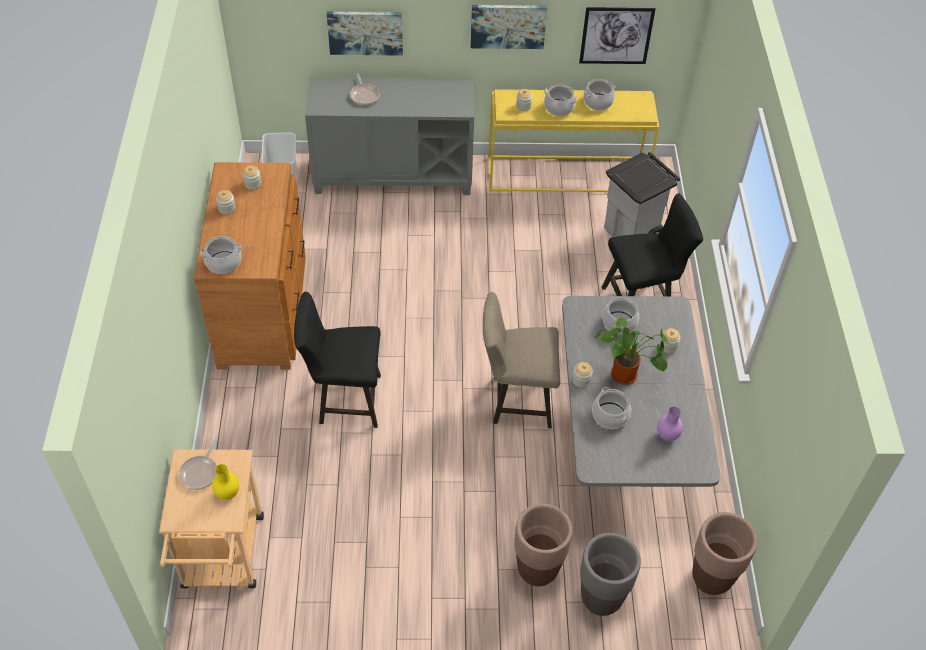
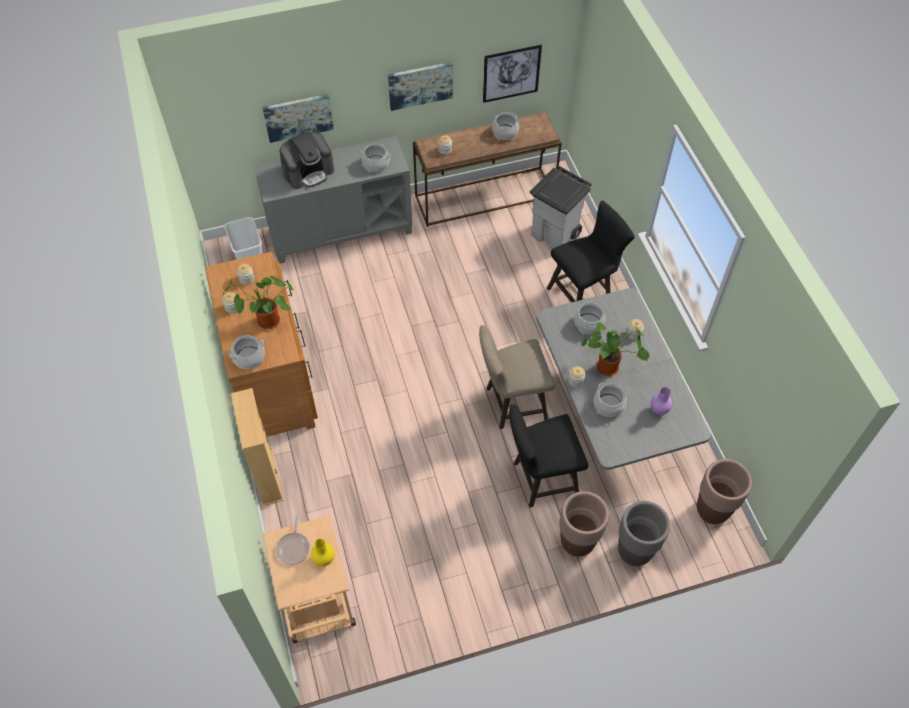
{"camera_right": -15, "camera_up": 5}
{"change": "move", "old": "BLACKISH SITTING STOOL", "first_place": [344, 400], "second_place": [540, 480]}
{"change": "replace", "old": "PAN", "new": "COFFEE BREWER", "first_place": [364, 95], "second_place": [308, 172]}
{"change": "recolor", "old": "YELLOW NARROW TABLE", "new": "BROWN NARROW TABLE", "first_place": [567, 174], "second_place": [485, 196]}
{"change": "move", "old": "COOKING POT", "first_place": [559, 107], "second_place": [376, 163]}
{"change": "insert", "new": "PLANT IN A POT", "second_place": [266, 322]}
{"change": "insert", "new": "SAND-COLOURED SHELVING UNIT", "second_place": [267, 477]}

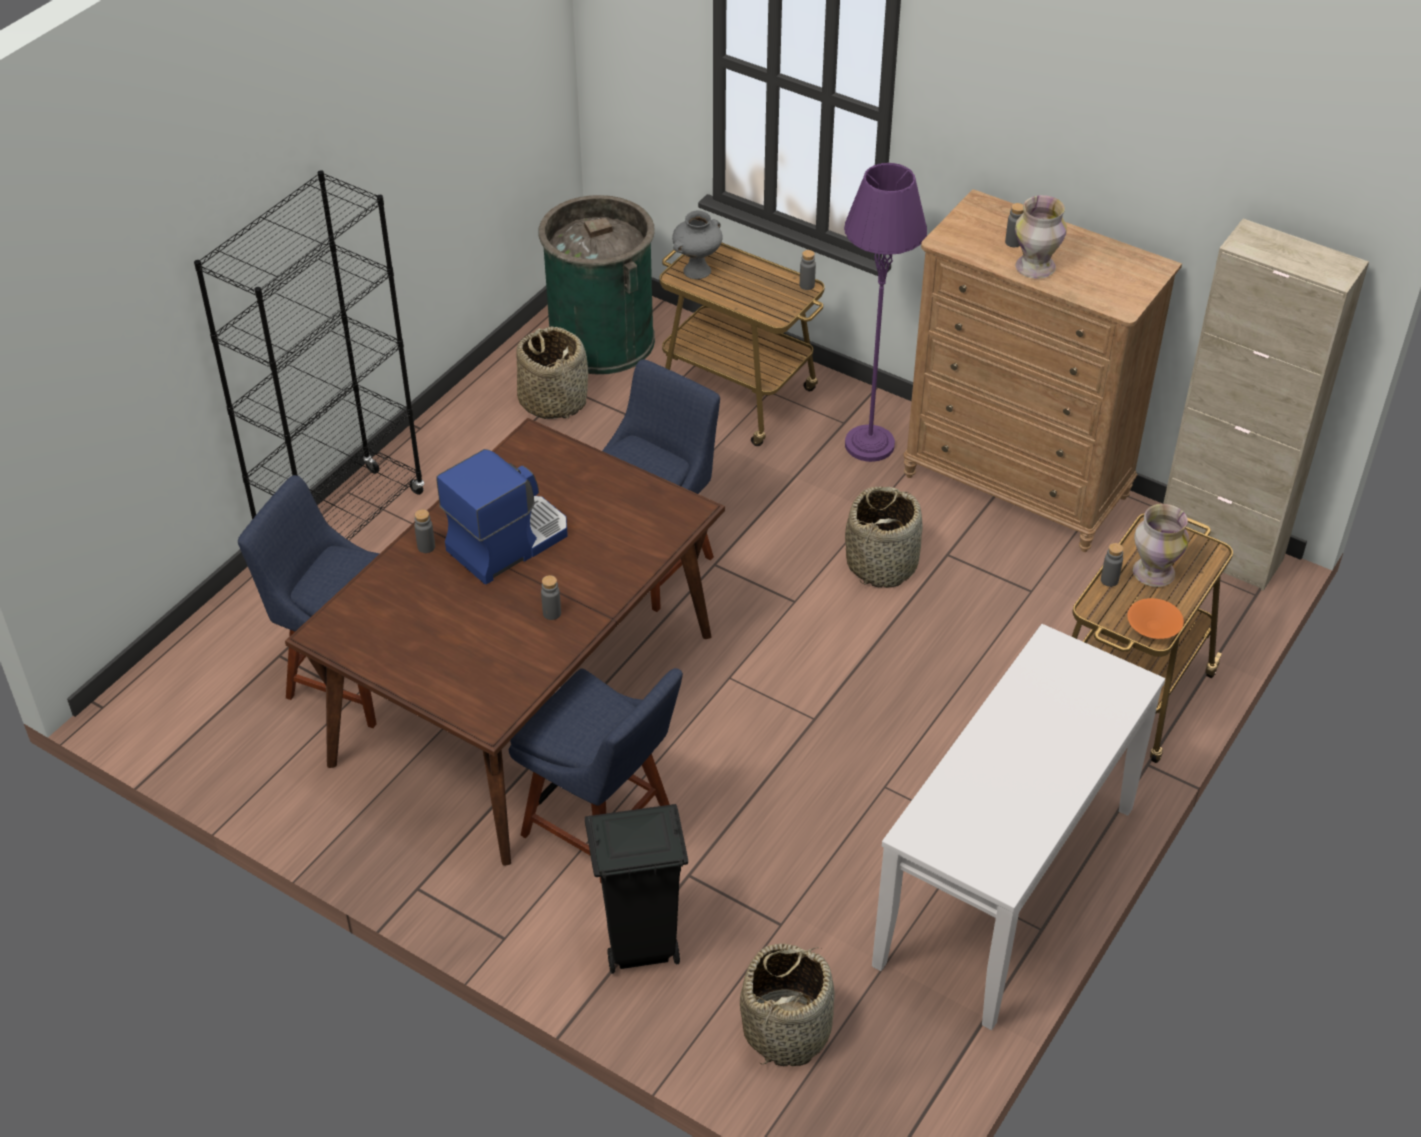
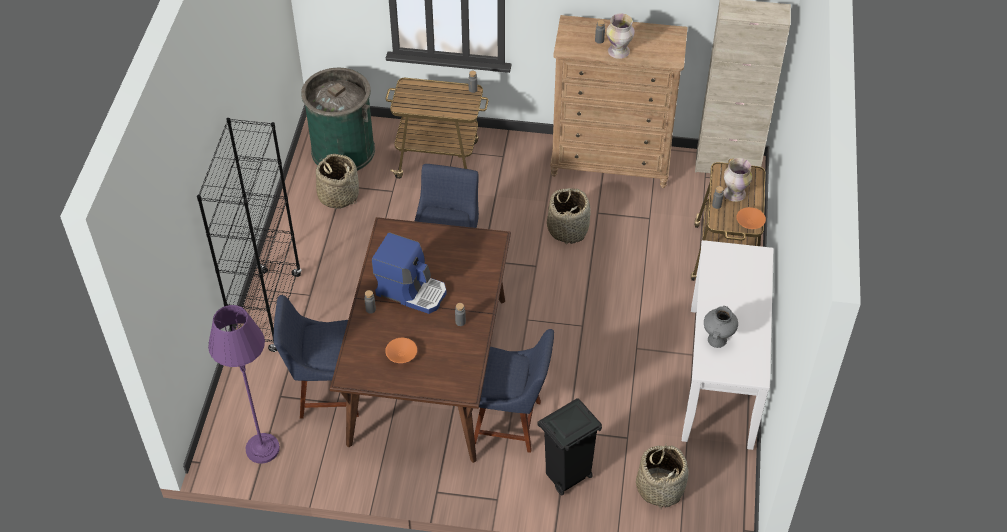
{"camera_right": -25, "camera_up": 5}
{"change": "rotate", "old": "COFFEE BREWER", "first_place": [507, 541], "second_place": [411, 291], "degrees": 90}
{"change": "move", "old": "GRAY VASE", "first_place": [697, 271], "second_place": [717, 340]}
{"change": "move", "old": "PURPLE-COLOURED STANDING LAMP", "first_place": [869, 444], "second_place": [262, 449]}
{"change": "insert", "new": "ORANGE BOWL", "second_place": [401, 354]}

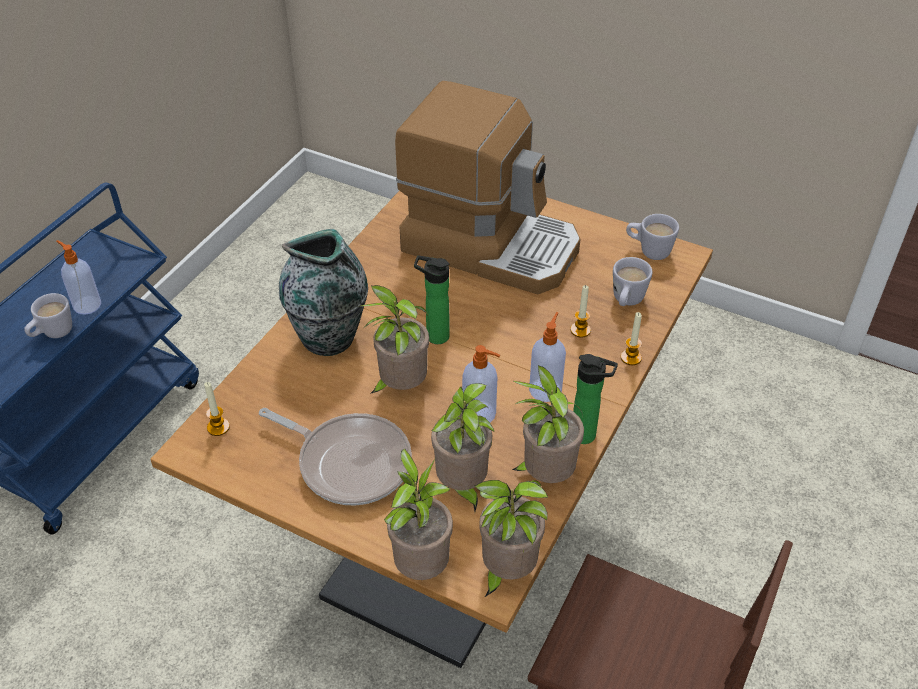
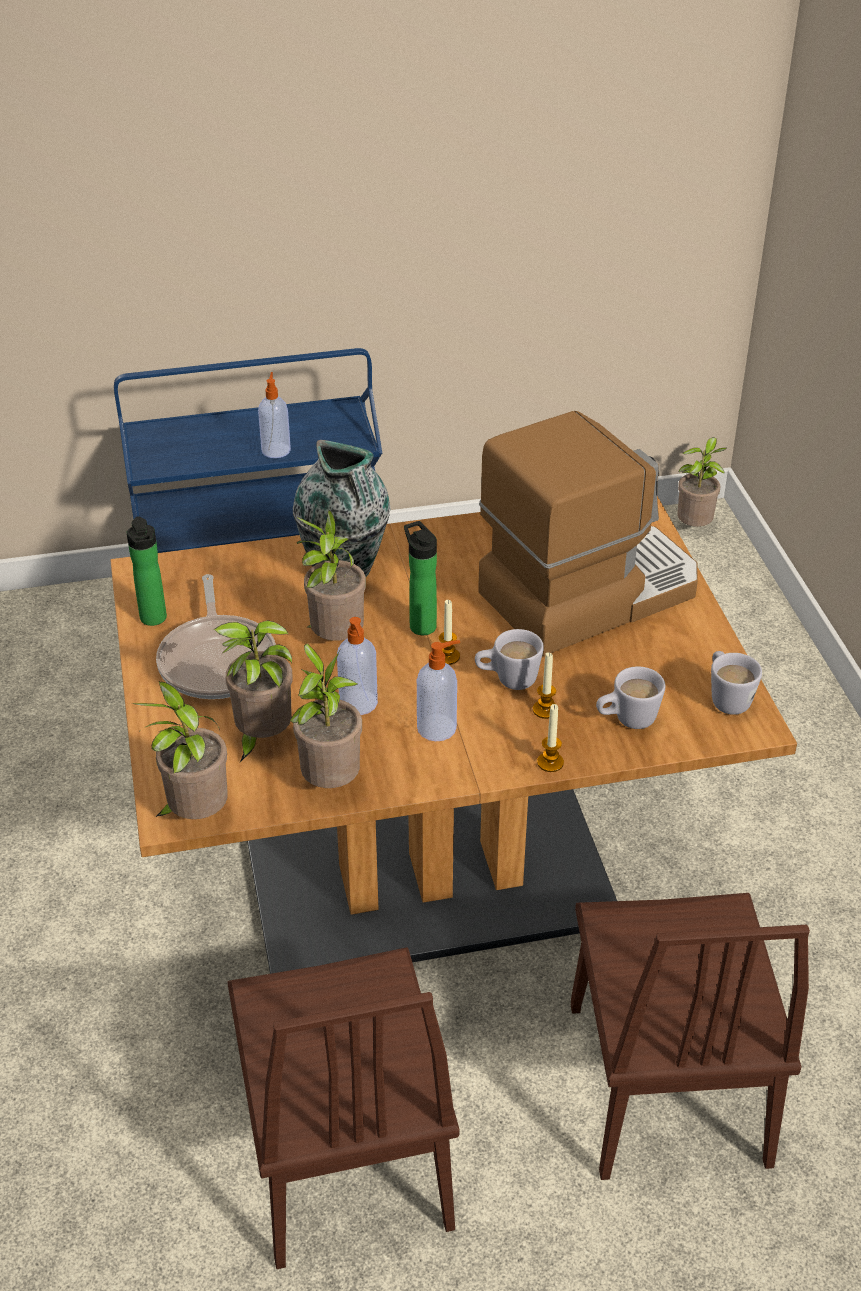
{"camera_right": 50, "camera_up": -5}
{"change": "move", "old": "WHITE MUG", "first_place": [53, 334], "second_place": [507, 680]}
{"change": "move", "old": "WAX LIGHT", "first_place": [218, 427], "second_place": [447, 657]}
{"change": "move", "old": "PLANT IN A POT", "first_place": [421, 566], "second_place": [695, 527]}
{"change": "rotate", "old": "COFFEE BREWER", "first_place": [491, 244], "second_place": [588, 592], "degrees": -105}
{"change": "move", "old": "DRINK BOTTLE", "first_place": [587, 436], "second_place": [154, 620]}
{"change": "insert", "new": "BROWN PLAIN CHAIR", "second_place": [667, 1082]}

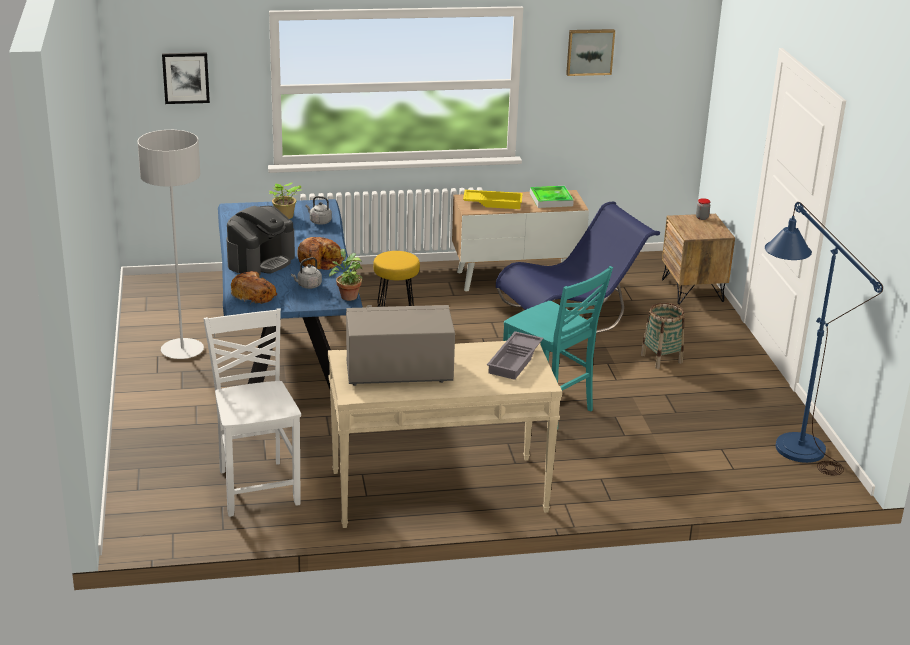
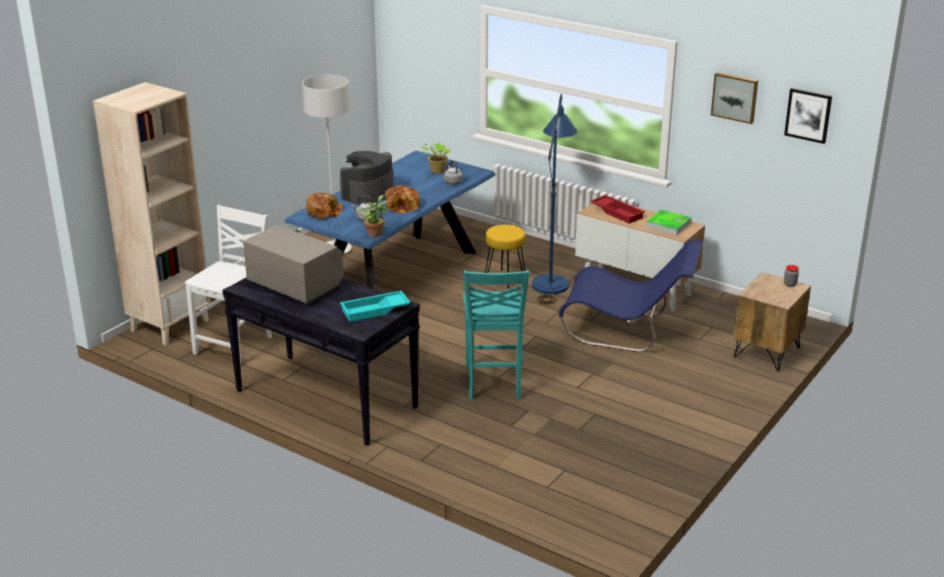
{"camera_right": 45, "camera_up": 0}
{"change": "move", "old": "PICTURE", "first_place": [186, 77], "second_place": [808, 115]}
{"change": "rotate", "old": "COFFEE BREWER", "first_place": [261, 261], "second_place": [367, 193], "degrees": 135}
{"change": "recolor", "old": "SAND-COLOURED NARROW TABLE", "new": "BLACKISH NARROW TABLE", "first_place": [438, 492], "second_place": [325, 399]}
{"change": "recolor", "old": "YELLOW TRAY", "new": "RED-COLOURED TRAY", "first_place": [493, 203], "second_place": [618, 212]}
{"change": "recolor", "old": "GRAY TRAY", "new": "TURQUOISE TRAY", "first_place": [515, 360], "second_place": [375, 310]}
{"change": "delete", "old": "STORAGE BASKET", "first_place": [661, 359]}
{"change": "move", "old": "BLUE STANDING LAMP", "first_place": [789, 442], "second_place": [551, 280]}
{"change": "insert", "new": "SAND-COLOURED SHELVING UNIT", "second_place": [170, 325]}

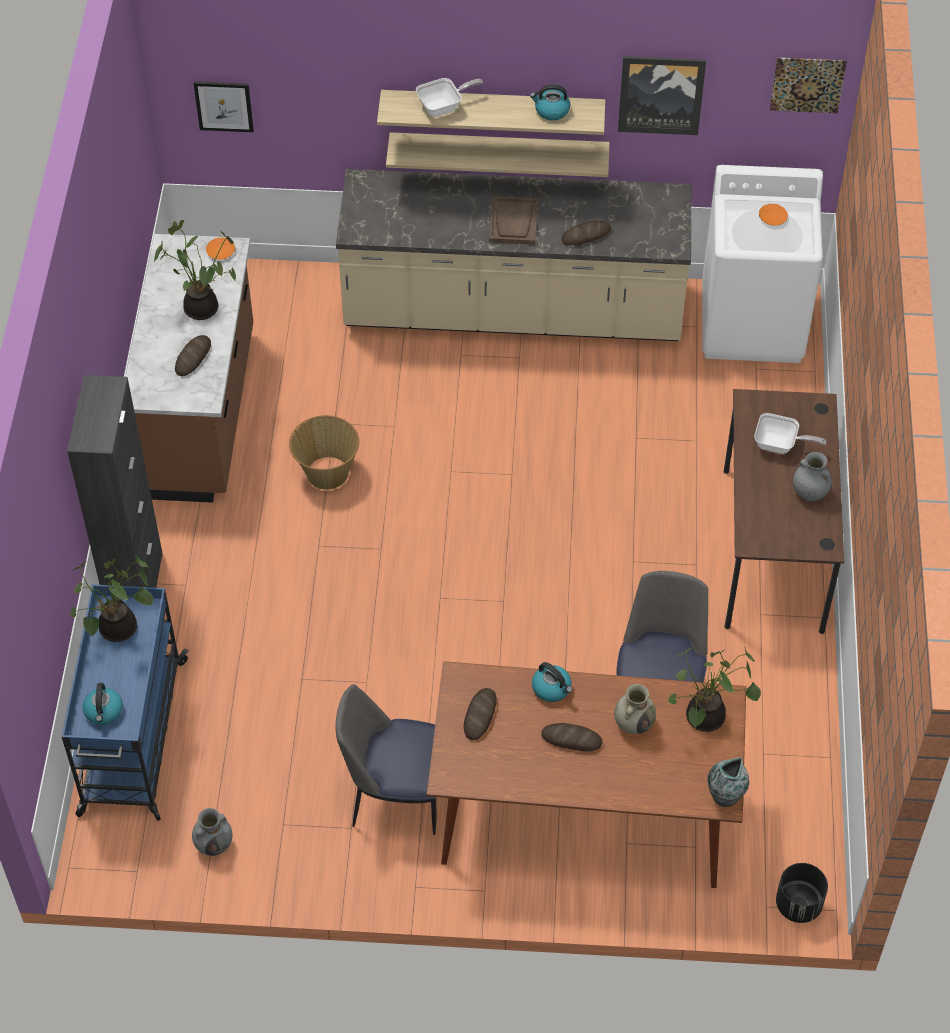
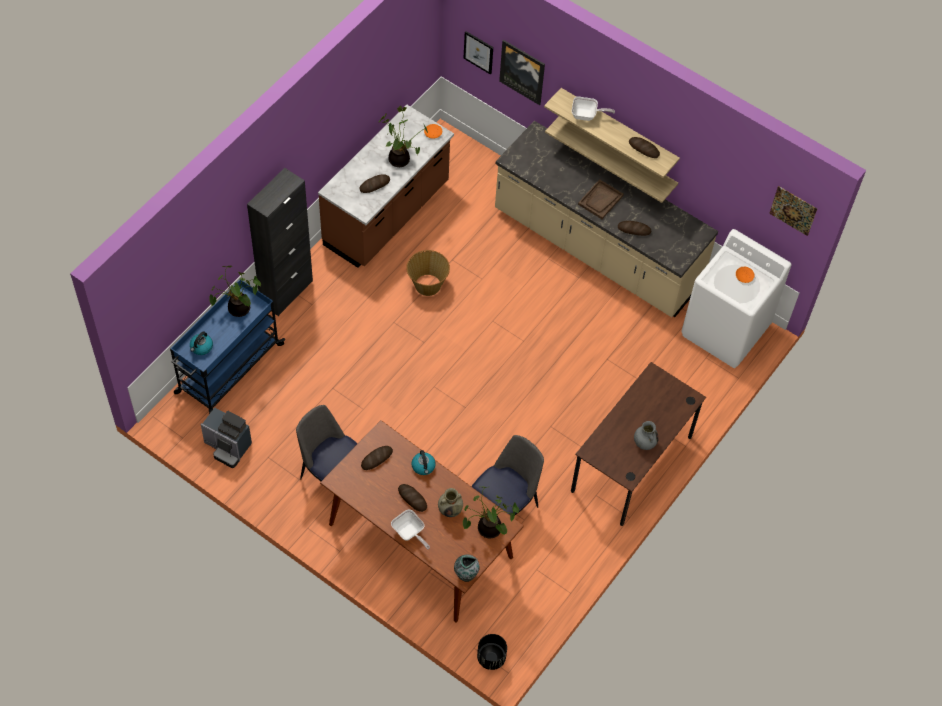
{"camera_right": 30, "camera_up": 5}
{"change": "replace", "old": "GRAY VASE", "new": "COFFEE BREWER", "first_place": [214, 844], "second_place": [228, 447]}
{"change": "replace", "old": "WATER KETTLE", "new": "BAKED BREAD", "first_place": [551, 111], "second_place": [644, 149]}
{"change": "move", "old": "PICTURE", "first_place": [661, 94], "second_place": [522, 71]}
{"change": "move", "old": "PAN", "first_place": [779, 445], "second_place": [409, 533]}

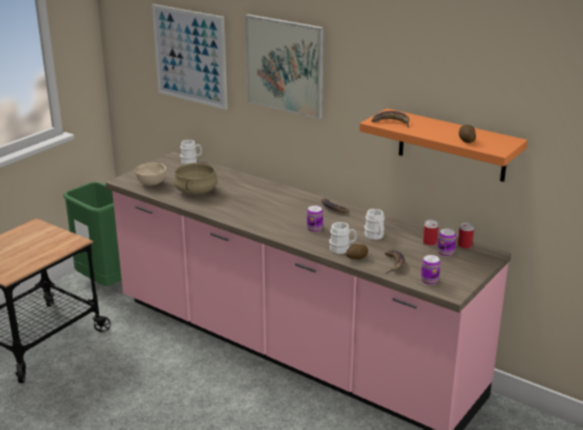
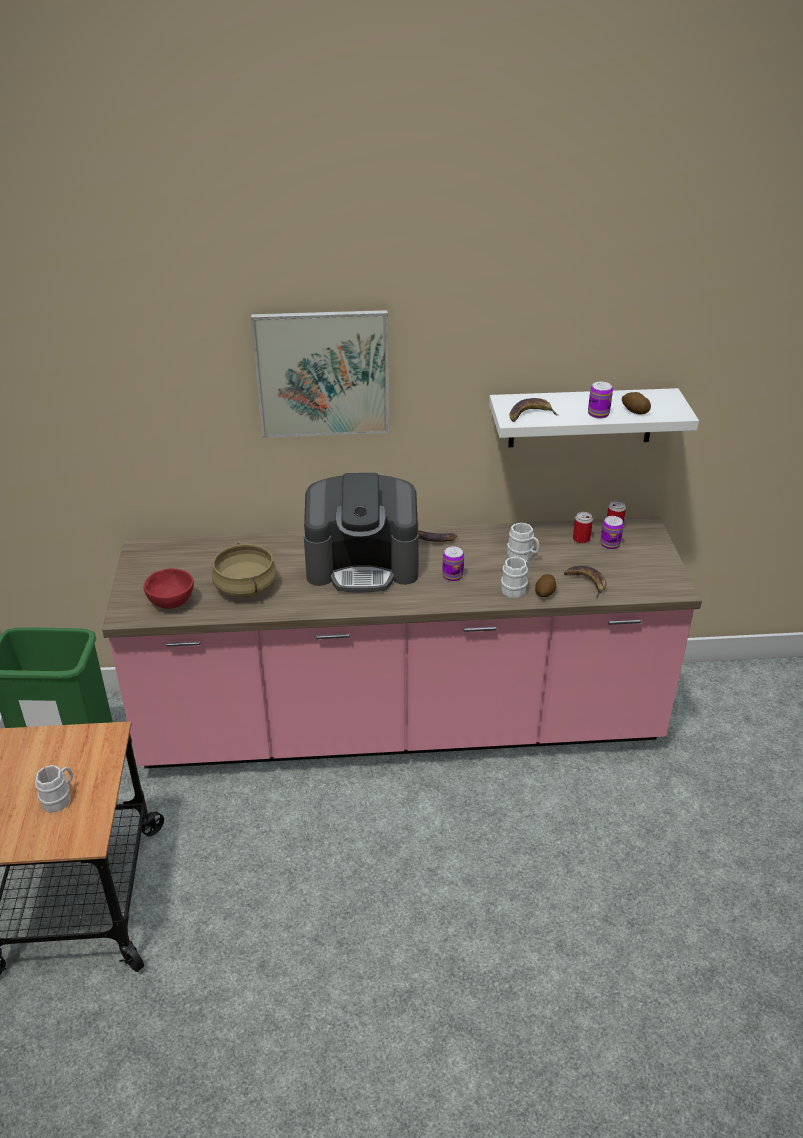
{"camera_right": -40, "camera_up": 10}
{"change": "recolor", "old": "SAND-COLOURED BOWL", "new": "RED-COLOURED BOWL", "first_place": [152, 183], "second_place": [171, 602]}
{"change": "delete", "old": "PICTURE", "first_place": [190, 56]}
{"change": "move", "old": "WHITE MUG", "first_place": [191, 161], "second_place": [59, 798]}
{"change": "recolor", "old": "ORANGE SHELF", "new": "WHITE SHELF", "first_place": [452, 145], "second_place": [581, 417]}
{"change": "move", "old": "CAN", "first_place": [429, 280], "second_place": [598, 414]}
{"change": "insert", "new": "COFFEE BREWER", "second_place": [363, 564]}

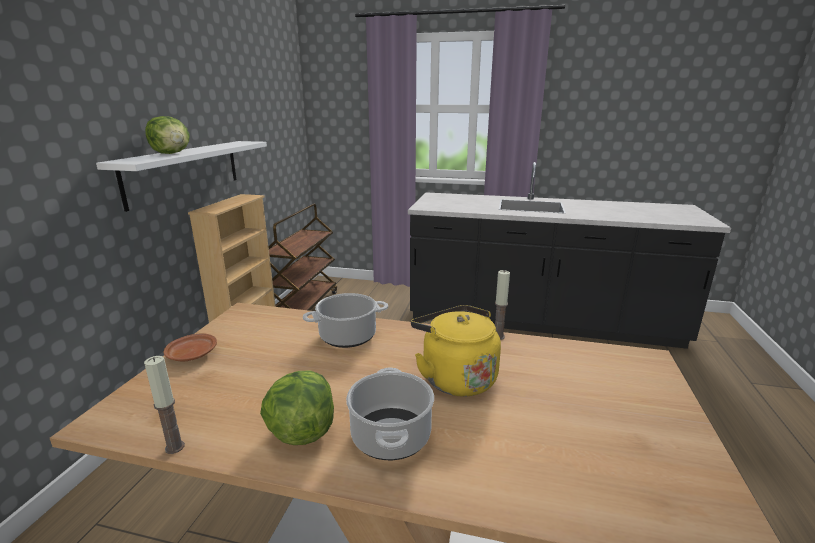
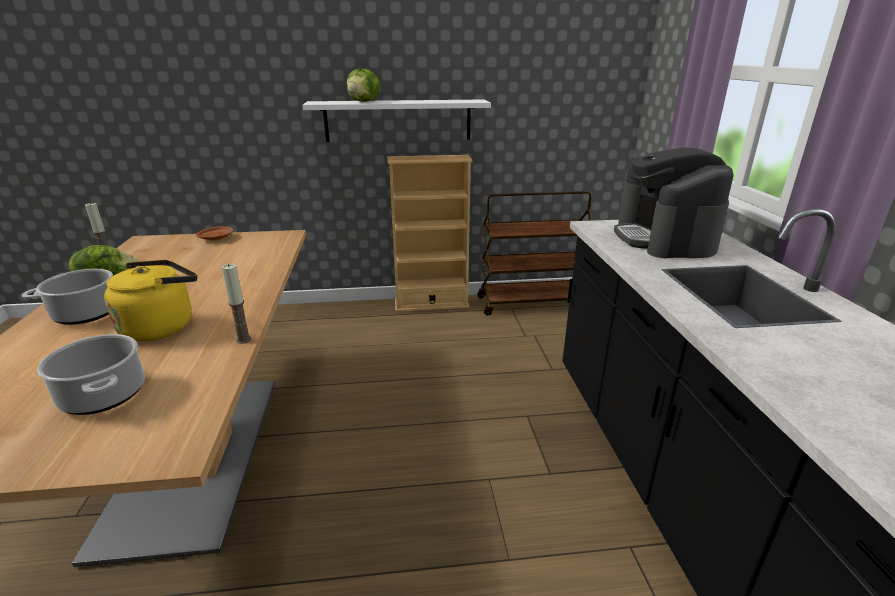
{"camera_right": 70, "camera_up": 5}
{"change": "move", "old": "COOKING POT", "first_place": [347, 337], "second_place": [103, 395]}
{"change": "insert", "new": "COFFEE BREWER", "second_place": [664, 239]}

